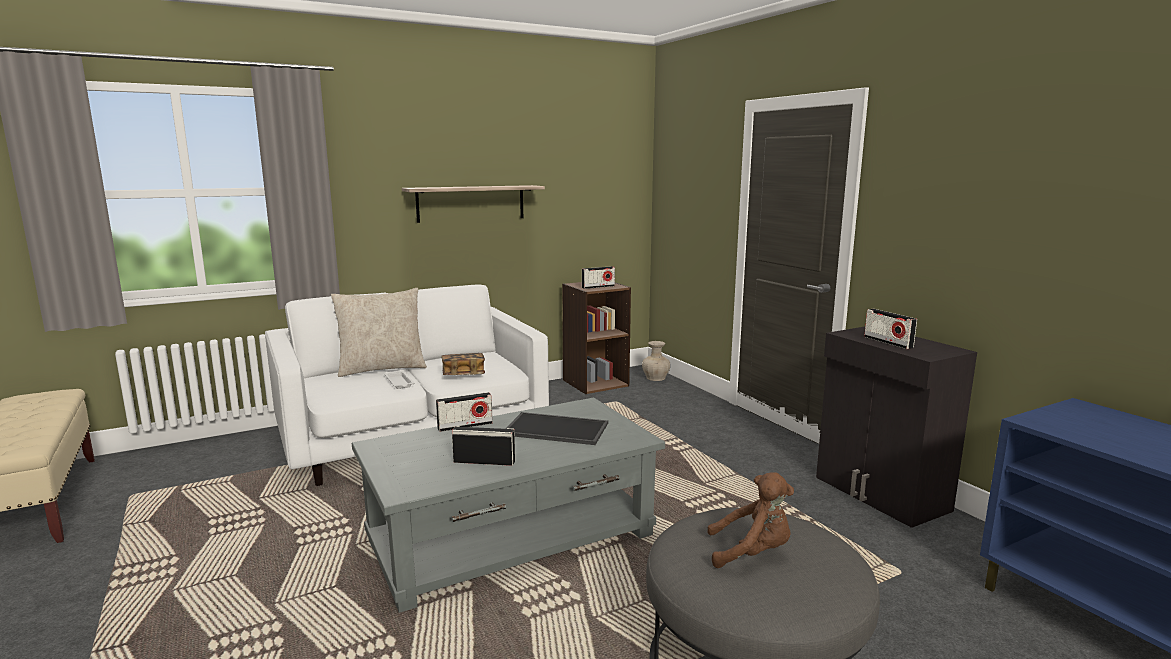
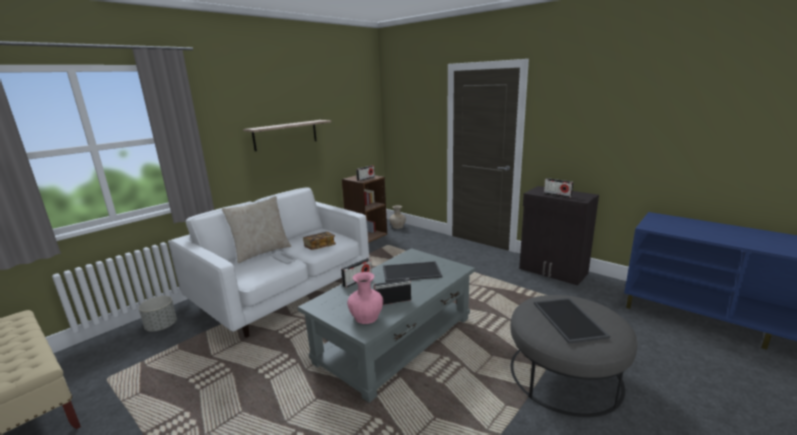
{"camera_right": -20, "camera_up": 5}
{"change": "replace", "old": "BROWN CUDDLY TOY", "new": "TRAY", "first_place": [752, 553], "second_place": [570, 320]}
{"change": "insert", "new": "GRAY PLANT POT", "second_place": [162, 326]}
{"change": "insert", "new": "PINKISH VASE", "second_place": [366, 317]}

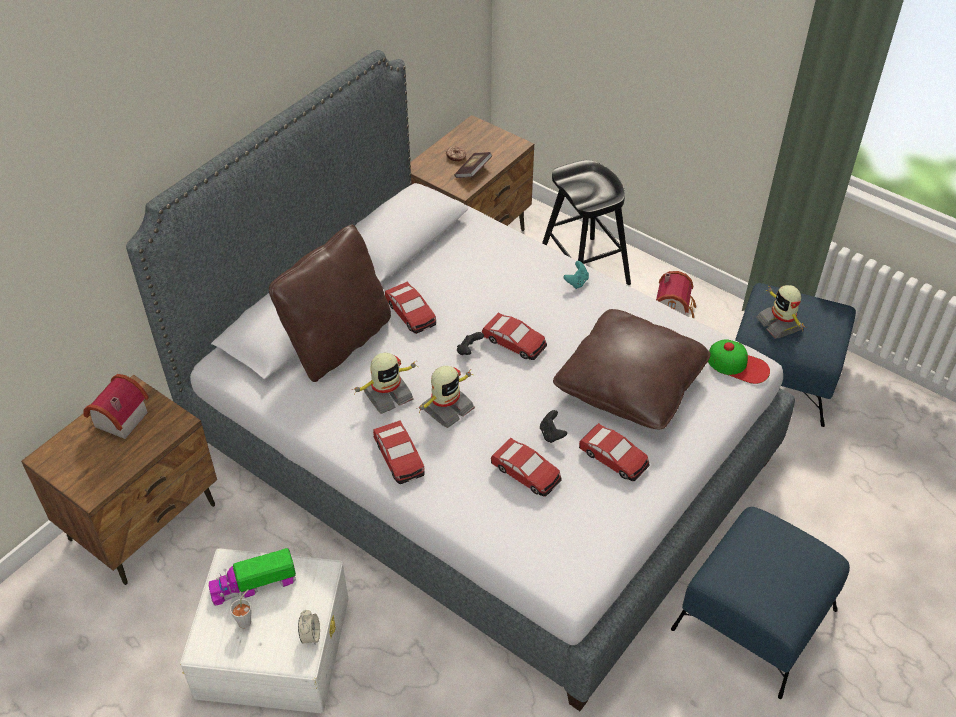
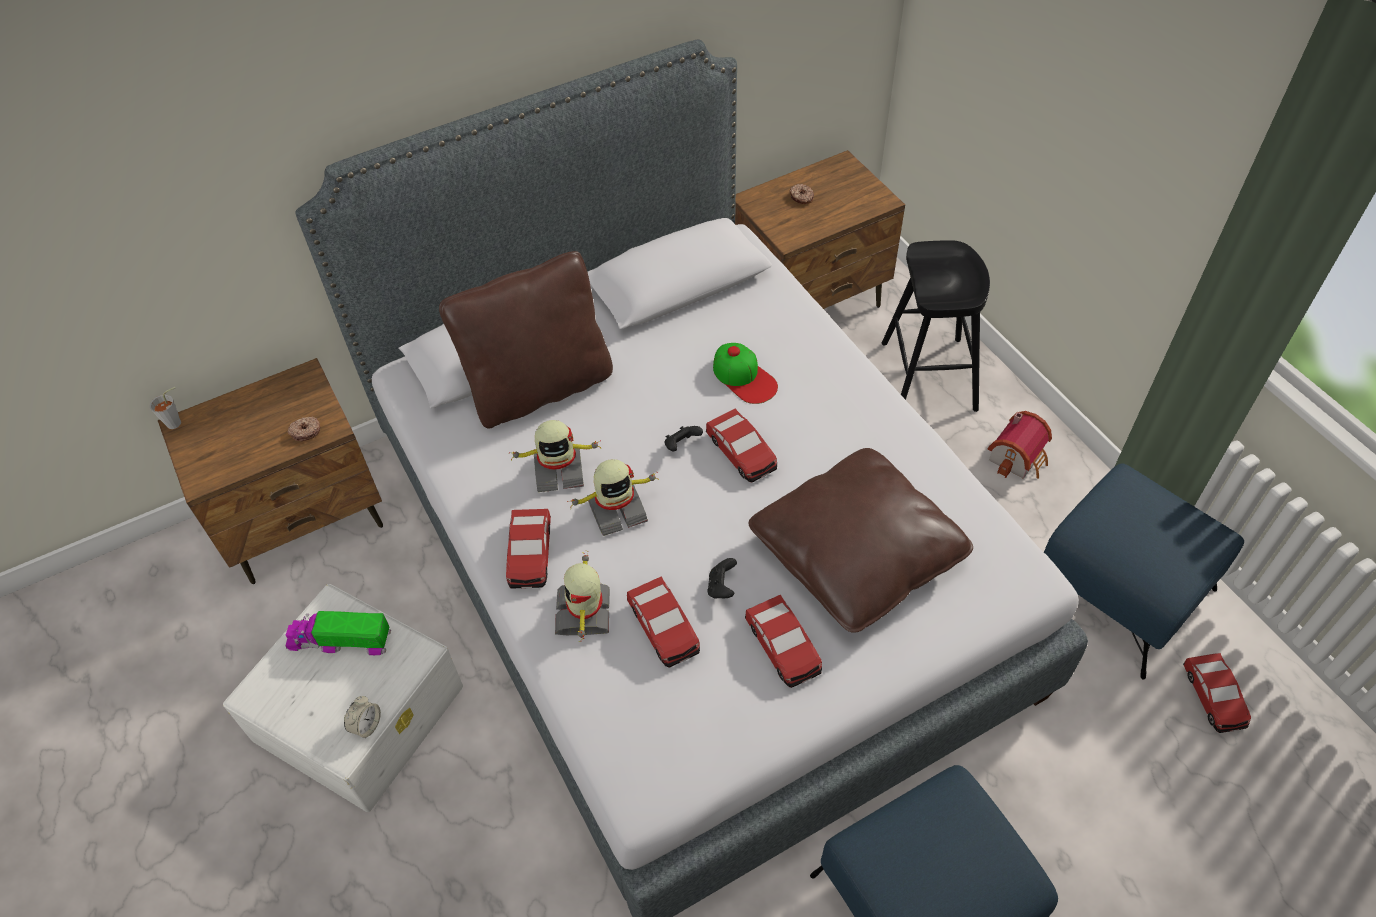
{"camera_right": 25, "camera_up": 5}
{"change": "delete", "old": "MINIATURE HOUSE", "first_place": [117, 419]}
{"change": "move", "old": "GRAY SMALL CUP", "first_place": [247, 620], "second_place": [177, 422]}
{"change": "move", "old": "MODEL CAR", "first_place": [411, 313], "second_place": [1214, 696]}
{"change": "delete", "old": "BOOK", "first_place": [473, 171]}
{"change": "delete", "old": "TURQUOISE JOYPAD", "first_place": [576, 282]}
{"change": "move", "old": "CAP", "first_place": [738, 365], "second_place": [744, 377]}
{"change": "move", "old": "ROBOT FIGURE", "first_place": [780, 323], "second_place": [585, 612]}
{"change": "insert", "new": "RING DOUGHNUT", "second_place": [305, 431]}

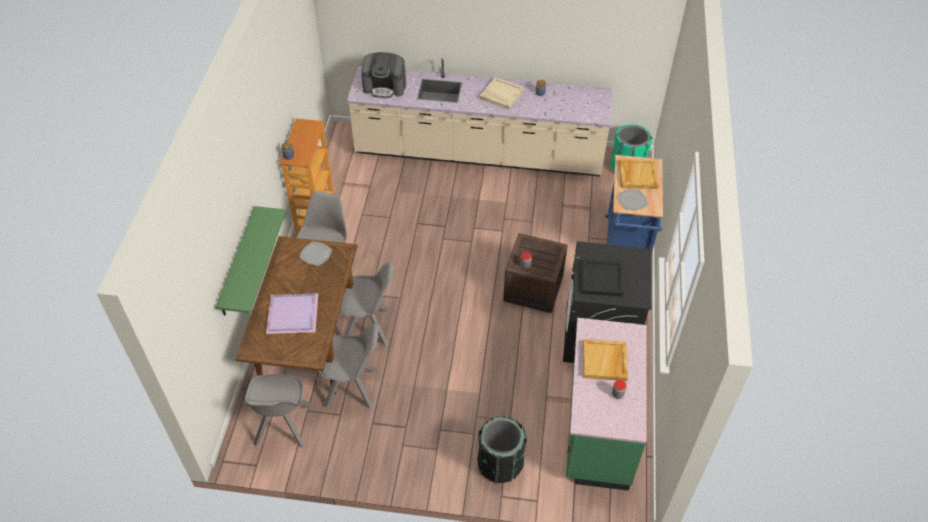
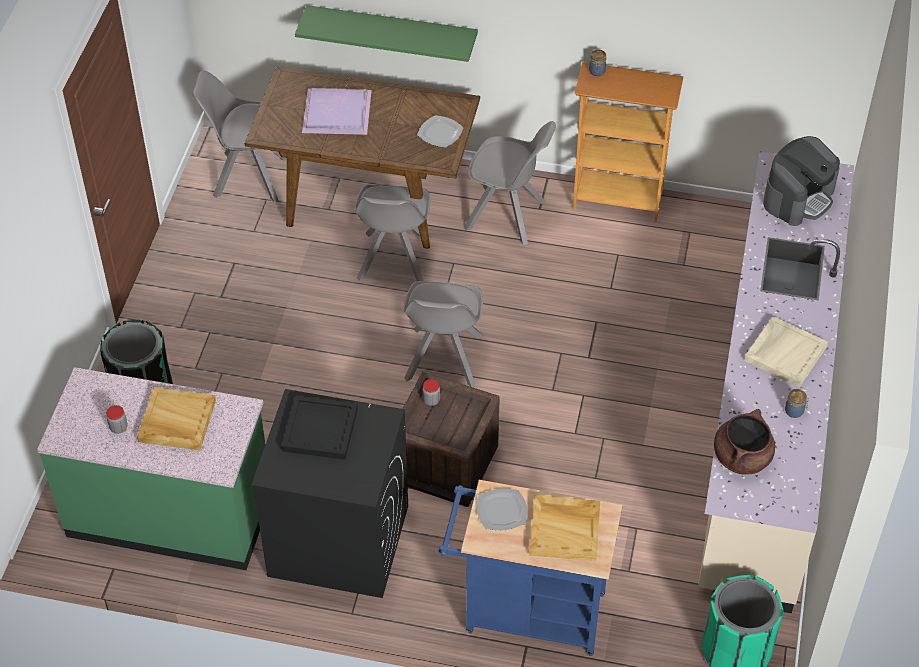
{"camera_right": 95, "camera_up": 0}
{"change": "move", "old": "GRAY PLAIN CHAIR", "first_place": [353, 387], "second_place": [443, 359]}
{"change": "rotate", "old": "COFFEE BREWER", "first_place": [385, 86], "second_place": [798, 197], "degrees": -150}
{"change": "insert", "new": "BROWN COOKING POT", "second_place": [741, 457]}

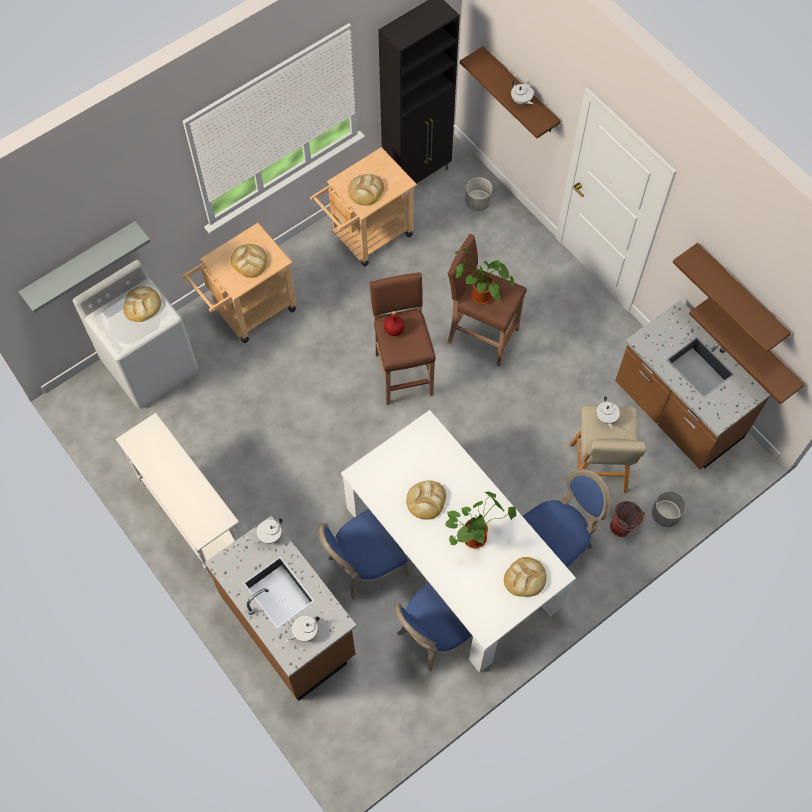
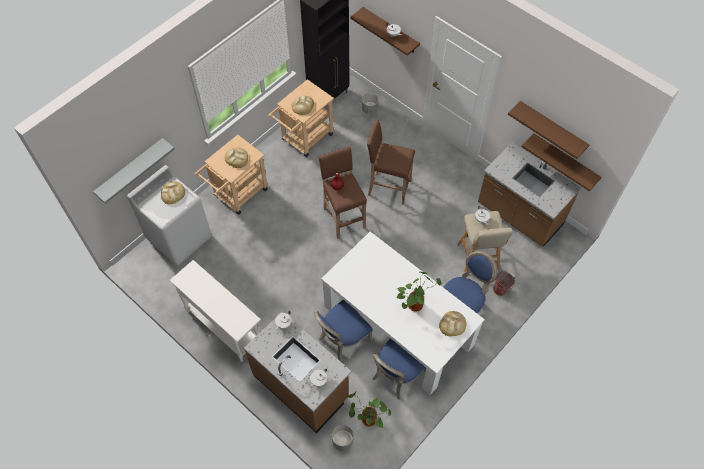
{"camera_right": -10, "camera_up": -5}
{"change": "delete", "old": "BAKED BREAD", "first_place": [426, 500]}
{"change": "move", "old": "PLANT IN A POT", "first_place": [479, 296], "second_place": [367, 419]}
{"change": "move", "old": "GRAY PLANT POT", "first_place": [665, 515], "second_place": [342, 441]}

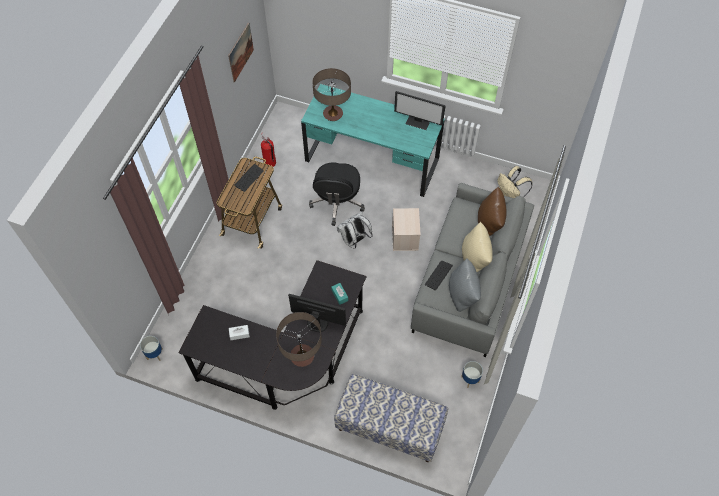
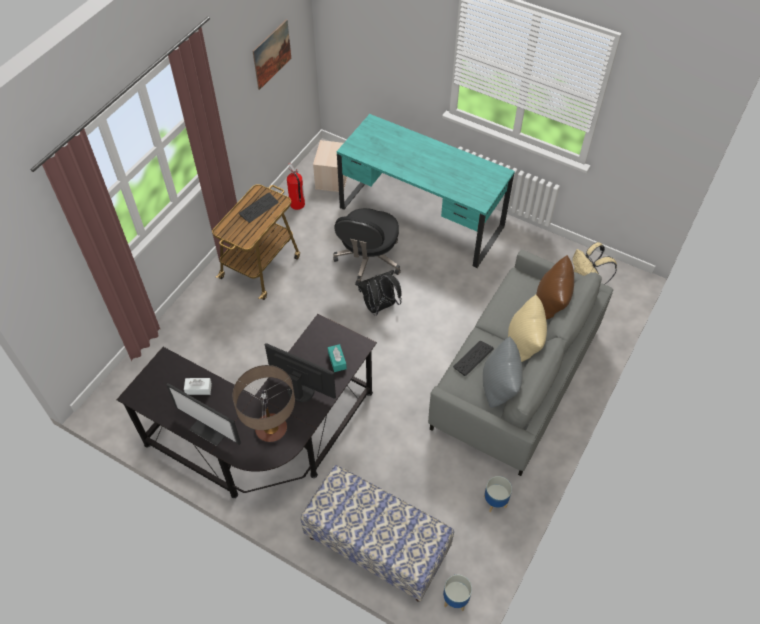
{"camera_right": 10, "camera_up": -5}
{"change": "move", "old": "PLANT POT", "first_place": [154, 354], "second_place": [455, 599]}
{"change": "delete", "old": "LAMP FOR A TABLE", "first_place": [333, 114]}
{"change": "recolor", "old": "WHITE RUCKSACK", "new": "BLACKISH RUCKSACK", "first_place": [354, 240], "second_place": [380, 307]}
{"change": "move", "old": "SAND-COLOURED STORAGE BIN", "first_place": [404, 237], "second_place": [332, 178]}
{"change": "move", "old": "MONITOR", "first_place": [418, 122], "second_place": [210, 429]}

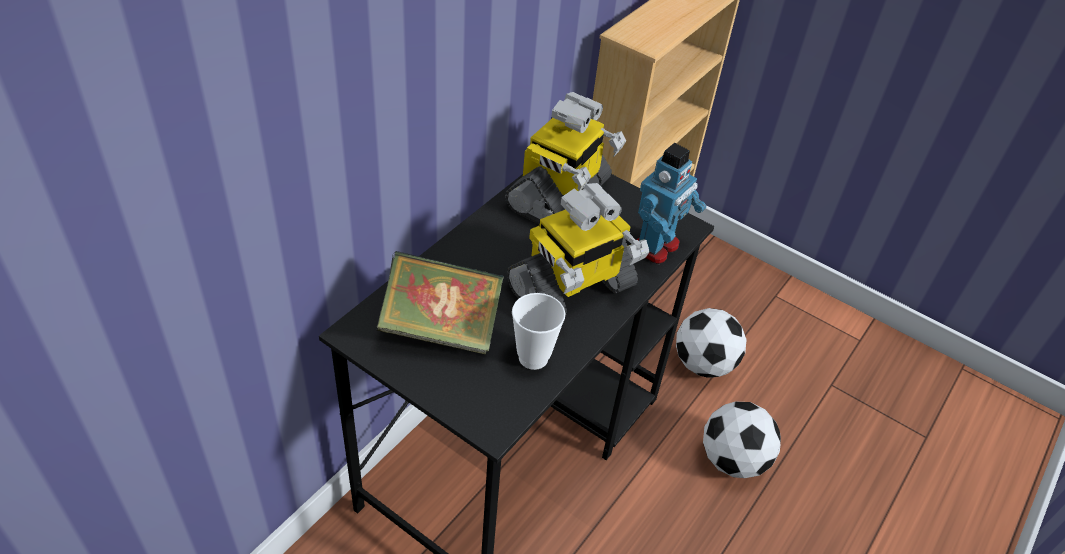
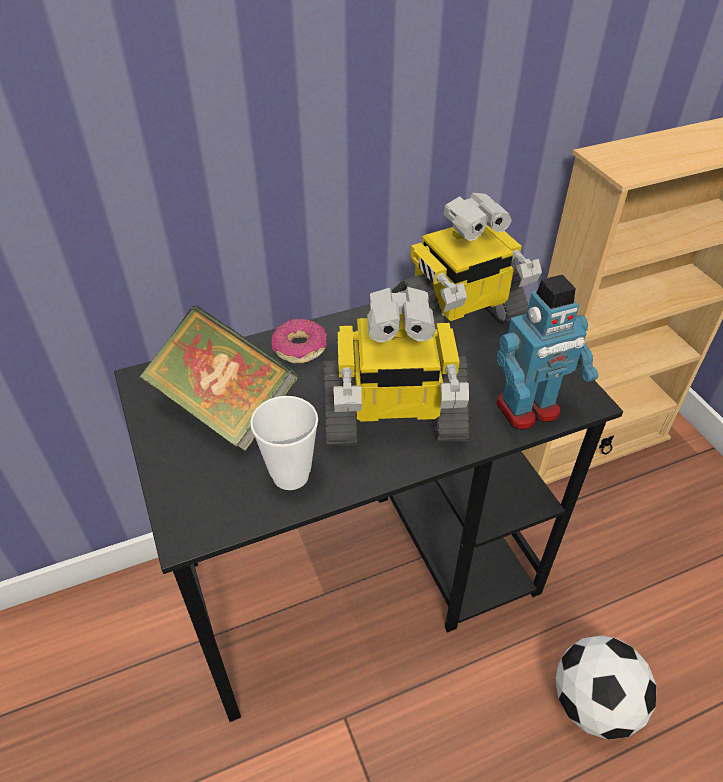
{"camera_right": 35, "camera_up": 0}
{"change": "delete", "old": "BALL FOR FOOTBALL", "first_place": [703, 364]}
{"change": "insert", "new": "RING DOUGHNUT", "second_place": [299, 348]}

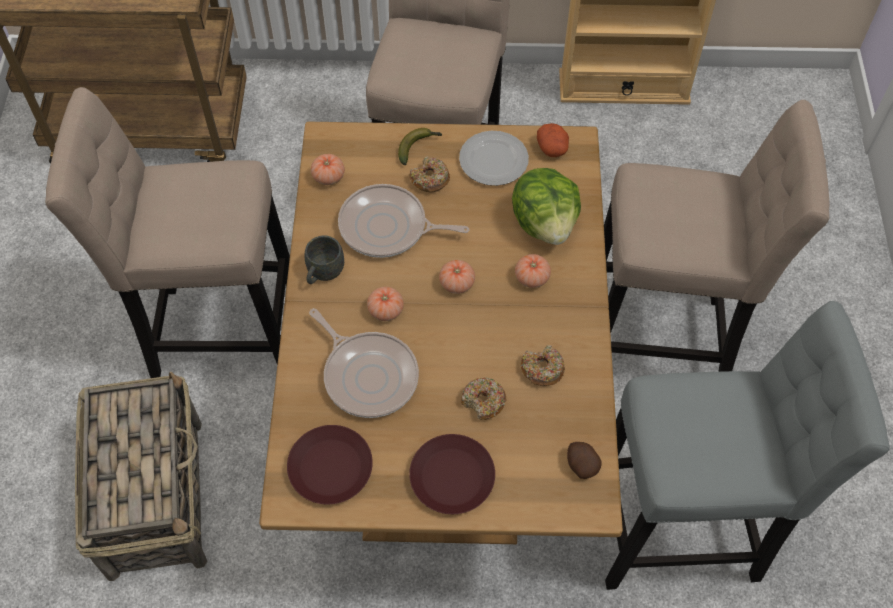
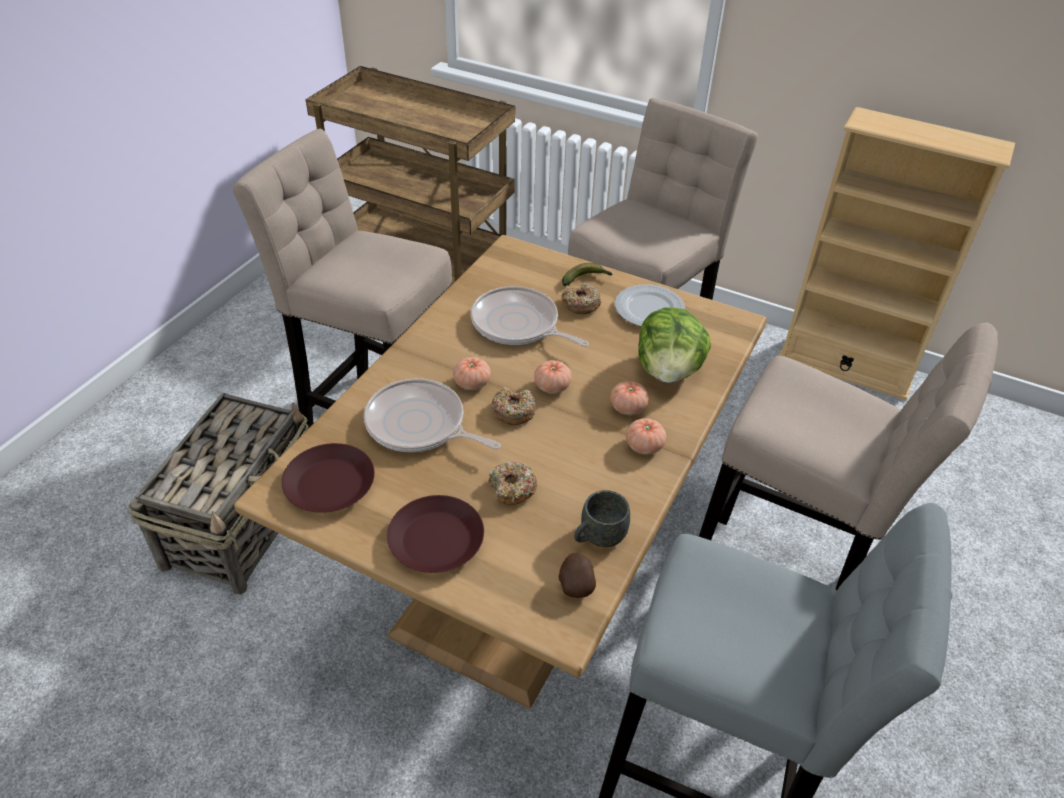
{"camera_right": 25, "camera_up": -15}
{"change": "move", "old": "GRAY MUG", "first_place": [323, 273], "second_place": [598, 537]}
{"change": "rotate", "old": "PAN", "first_place": [368, 375], "second_place": [420, 425], "degrees": 135}
{"change": "move", "old": "TOMATO", "first_place": [328, 177], "second_place": [644, 446]}
{"change": "move", "old": "RING DOUGHNUT", "first_place": [542, 369], "second_place": [513, 411]}
{"change": "delete", "old": "WHOLE POTATO", "first_place": [552, 148]}

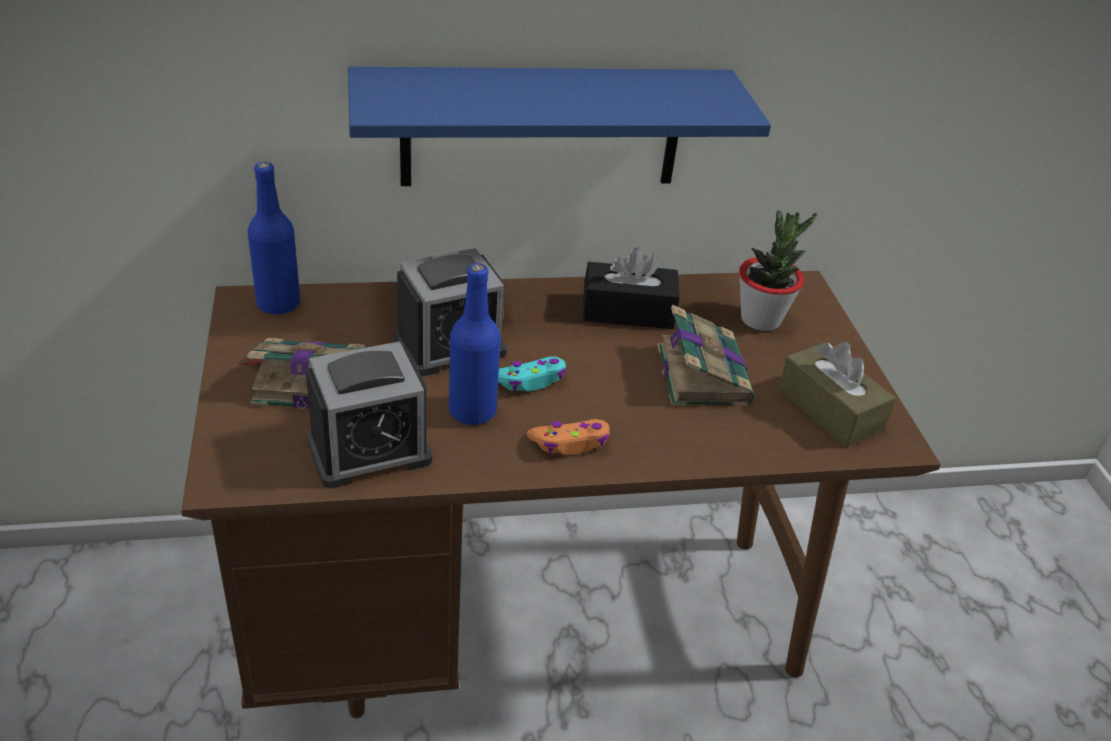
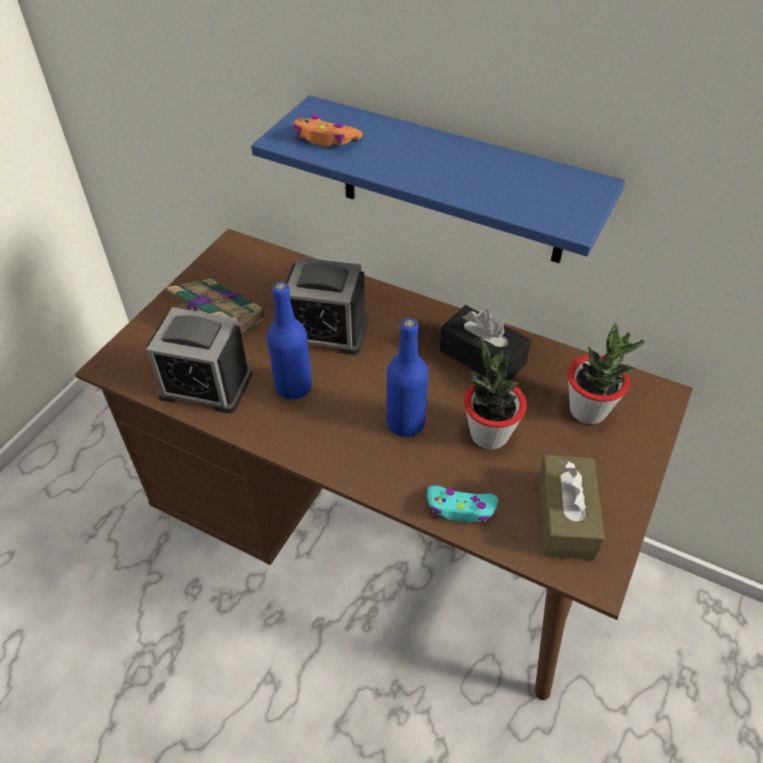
{"camera_right": 40, "camera_up": 10}
{"change": "move", "old": "BLUE DRINK BOTTLE", "first_place": [278, 304], "second_place": [405, 423]}
{"change": "move", "old": "TURQUOISE JOYPAD", "first_place": [530, 380], "second_place": [461, 508]}
{"change": "move", "old": "ORANGE JOYPAD", "first_place": [570, 443], "second_place": [326, 139]}
{"change": "replace", "old": "BOOK", "new": "PLANT IN A POT", "first_place": [702, 373], "second_place": [489, 434]}

